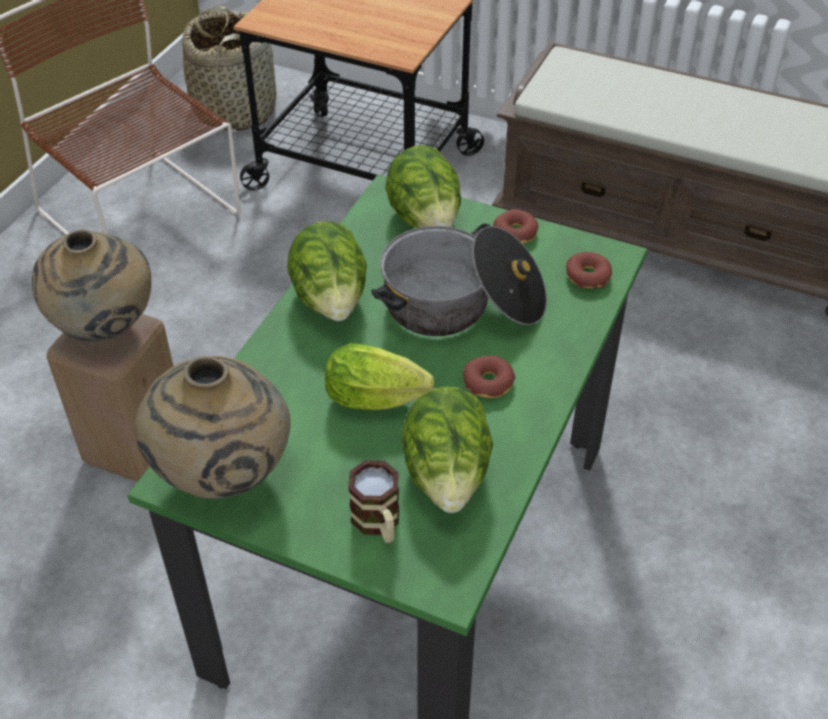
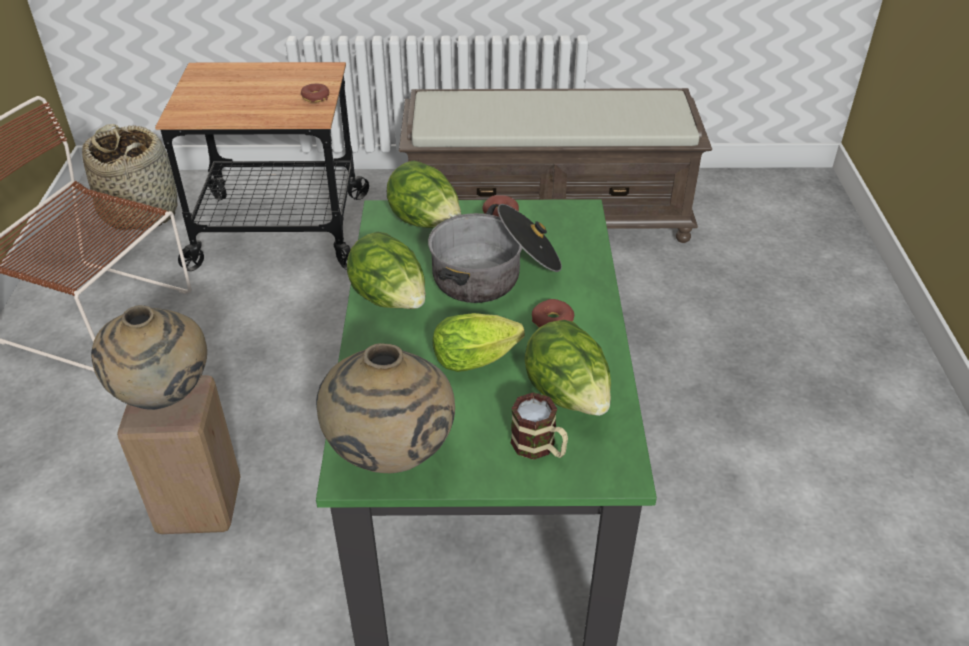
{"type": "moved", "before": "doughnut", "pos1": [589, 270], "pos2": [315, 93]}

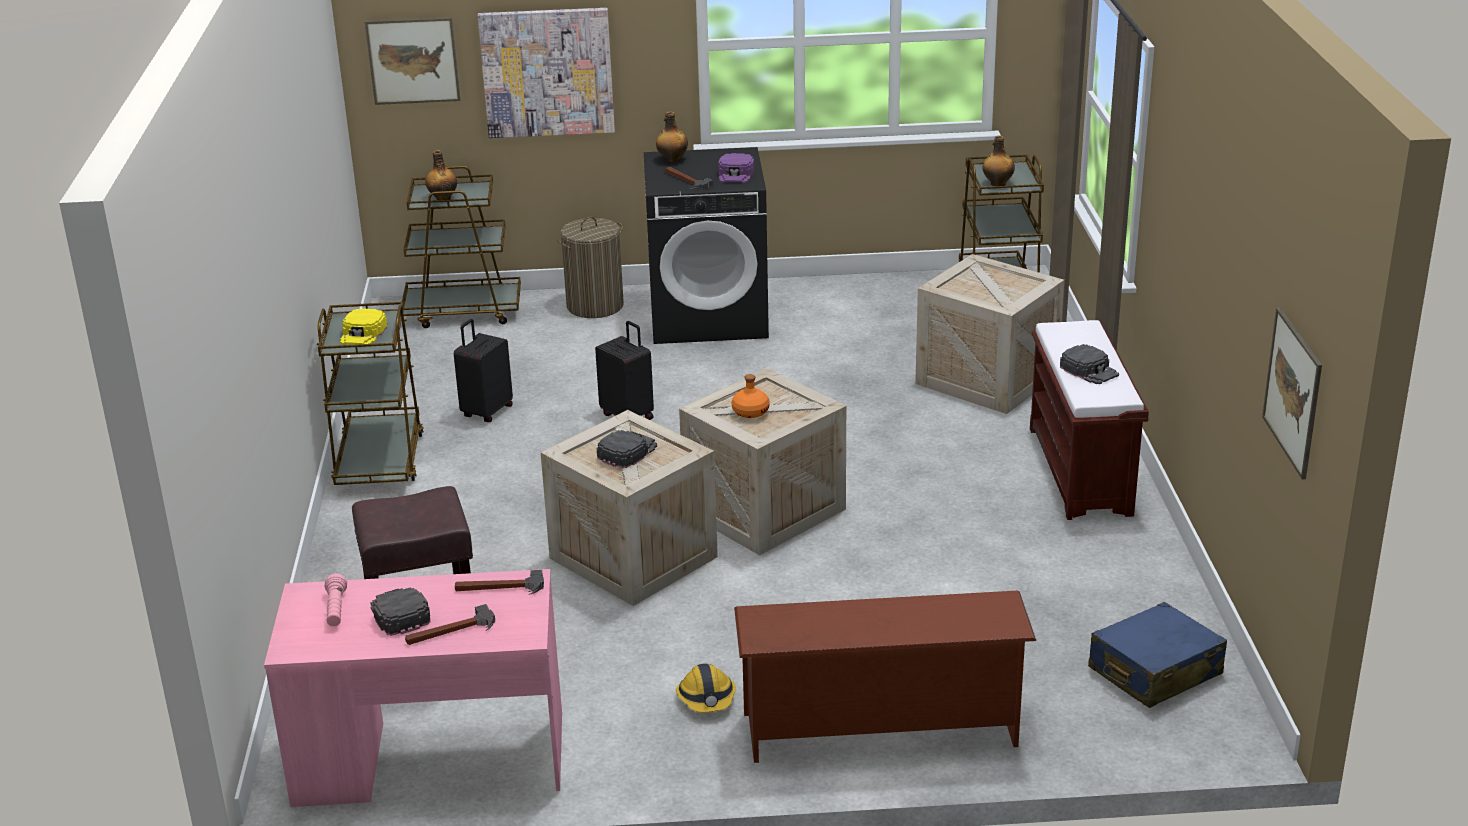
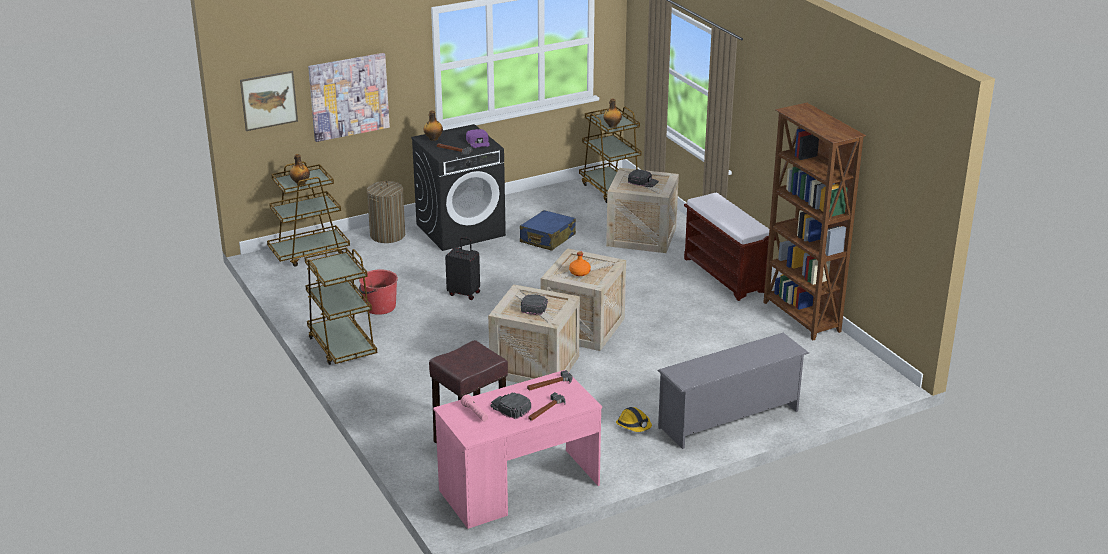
{"type": "replaced", "before": "black-coloured travel case", "after": "red pail", "pos1": [483, 370], "pos2": [378, 292]}
{"type": "moved", "before": "blue-coloured travel case", "pos1": [1157, 655], "pos2": [548, 230]}
{"type": "moved", "before": "black-coloured cap", "pos1": [1089, 364], "pos2": [643, 178]}
{"type": "recoloured", "before": "brown-coloured shoe shelf", "after": "grey shoe shelf", "pos1": [885, 677], "pos2": [733, 391]}
{"type": "added", "after": "brown-coloured bookcase", "pos2": [814, 221]}
{"type": "removed", "before": "yellow cap", "pos1": [363, 326]}
{"type": "removed", "before": "wall picture", "pos1": [1292, 393]}

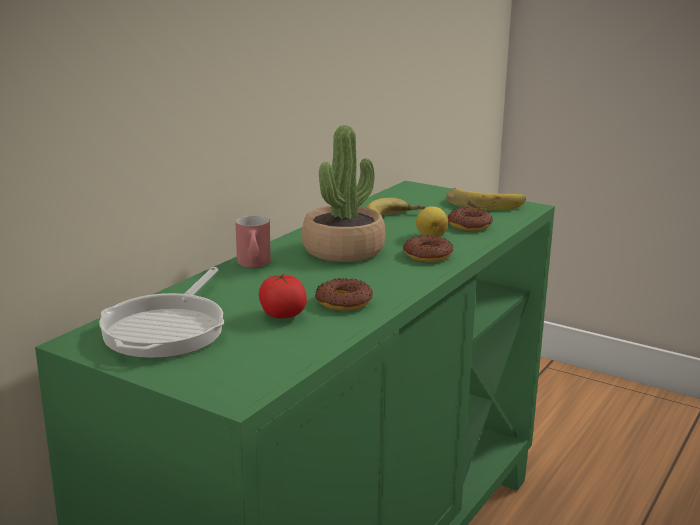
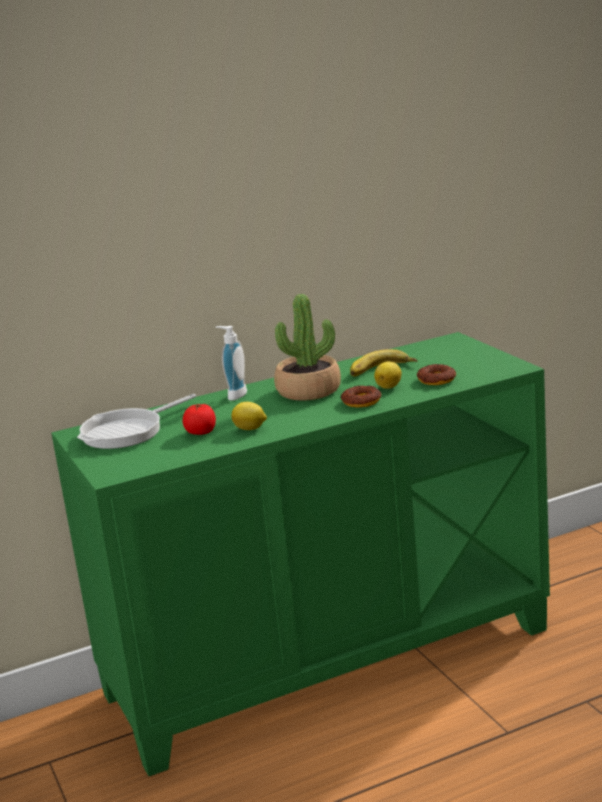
{"type": "replaced", "before": "red mug", "after": "liquid soap bottle", "pos1": [253, 241], "pos2": [231, 363]}
{"type": "replaced", "before": "doughnut", "after": "whole lemon", "pos1": [344, 294], "pos2": [249, 416]}
{"type": "removed", "before": "whole banana", "pos1": [486, 198]}

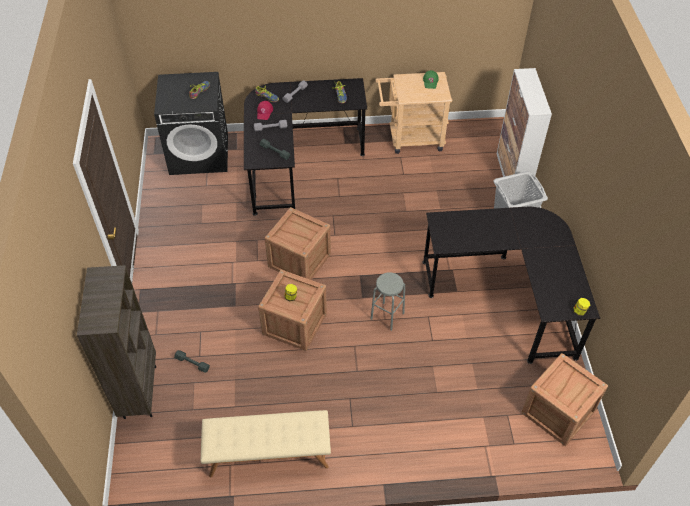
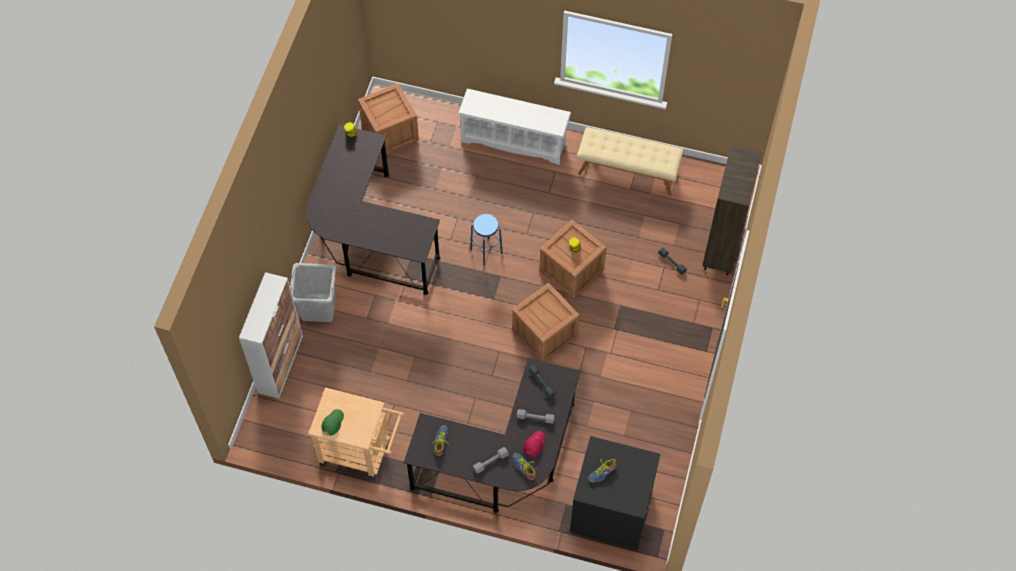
{"type": "added", "after": "white-coloured shoe shelf", "pos2": [514, 127]}
{"type": "recoloured", "before": "grey stool", "after": "blue-coloured stool", "pos1": [388, 301], "pos2": [486, 240]}

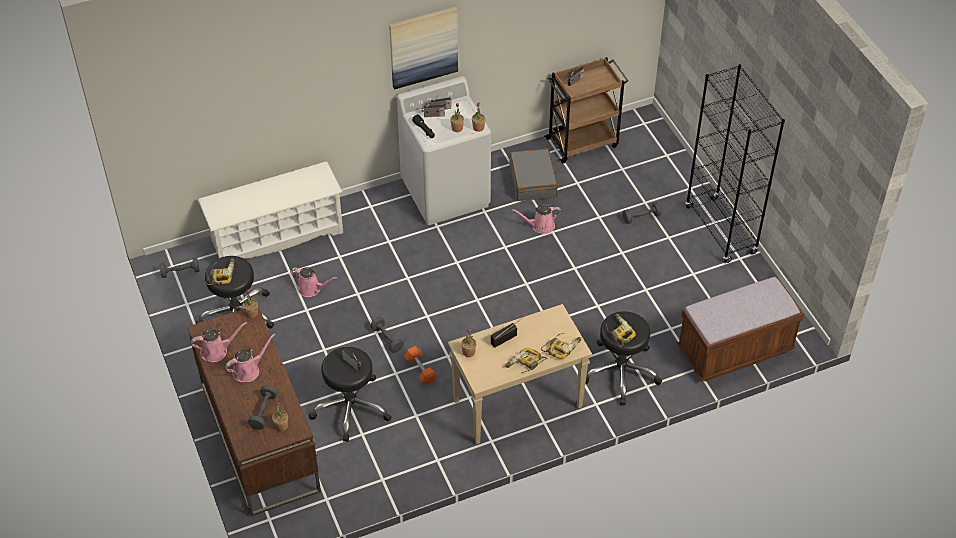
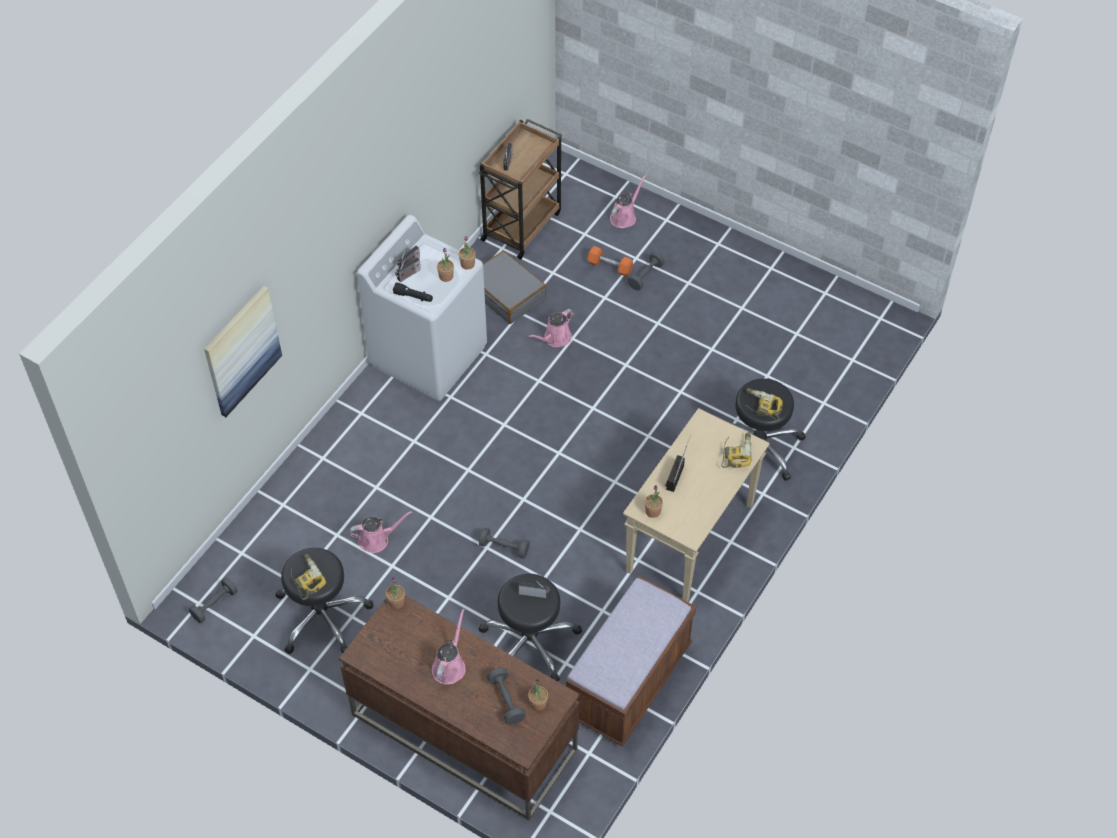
{"type": "moved", "before": "wall picture", "pos1": [423, 48], "pos2": [243, 351]}
{"type": "moved", "before": "brown-coloured indoor bench", "pos1": [740, 329], "pos2": [631, 661]}
{"type": "moved", "before": "orange-coloured hand weight", "pos1": [420, 365], "pos2": [610, 261]}
{"type": "moved", "before": "pink-coloured watering pot", "pos1": [219, 342], "pos2": [628, 201]}
{"type": "removed", "before": "white-coloured shoe shelf", "pos1": [270, 210]}
{"type": "removed", "before": "electric drill", "pos1": [526, 361]}
{"type": "removed", "before": "black-coloured bookcase", "pos1": [735, 163]}

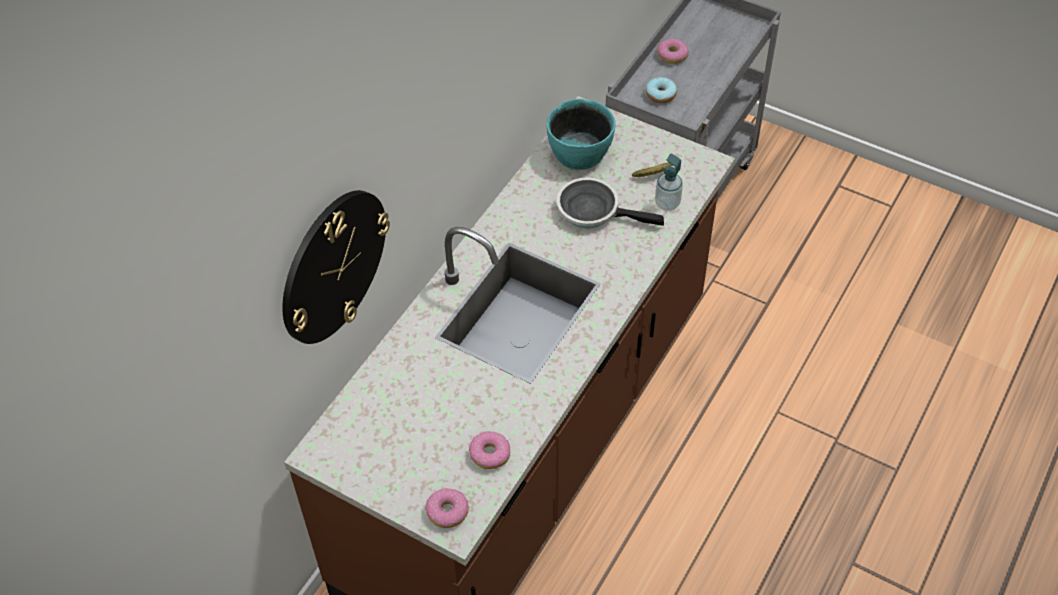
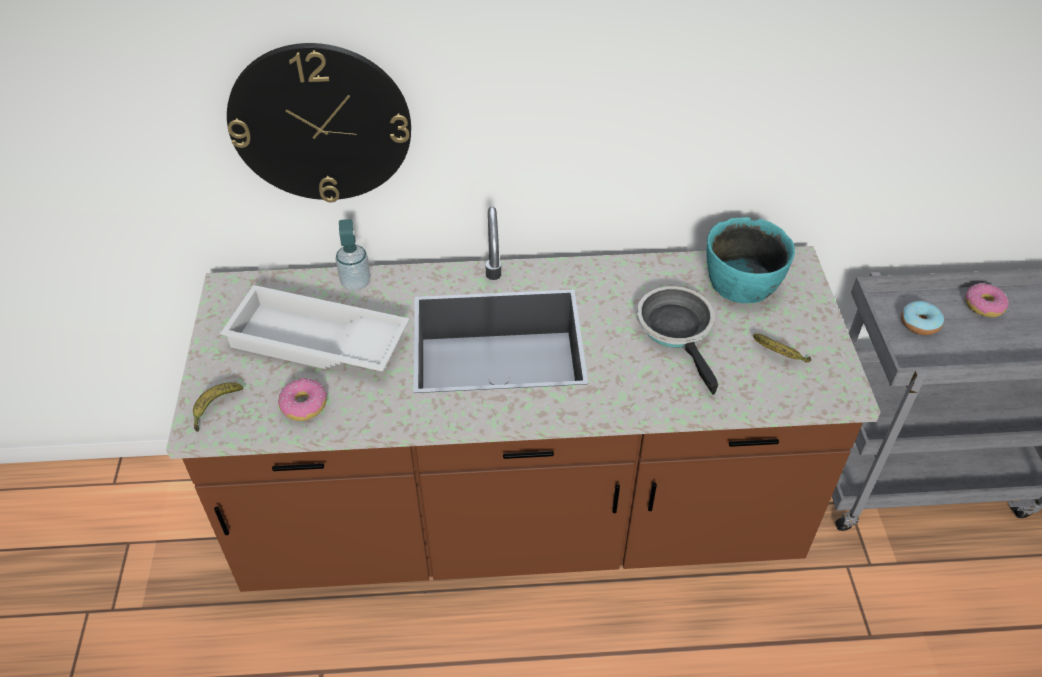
{"type": "replaced", "before": "doughnut", "after": "whole banana", "pos1": [447, 508], "pos2": [218, 407]}
{"type": "added", "after": "white-coloured tray", "pos2": [315, 328]}
{"type": "moved", "before": "liquid soap bottle", "pos1": [669, 182], "pos2": [353, 255]}

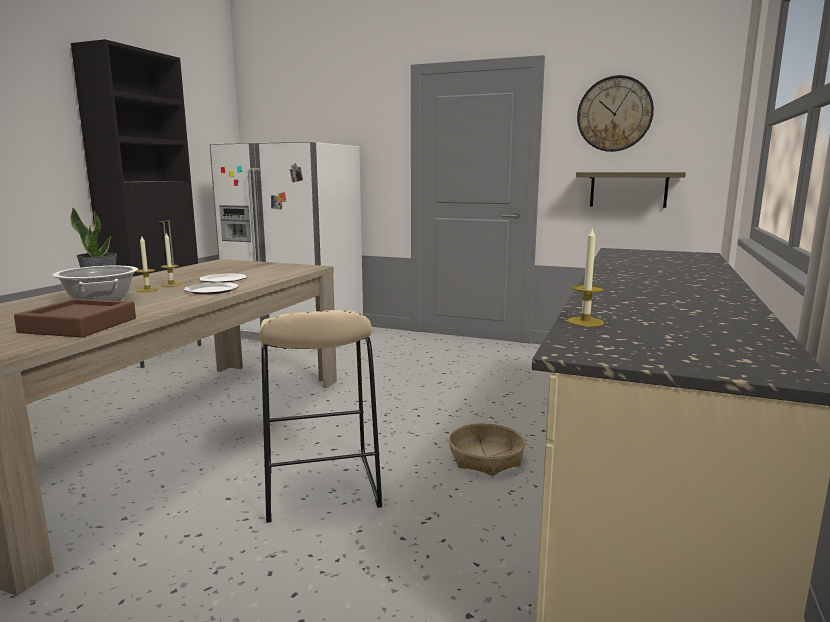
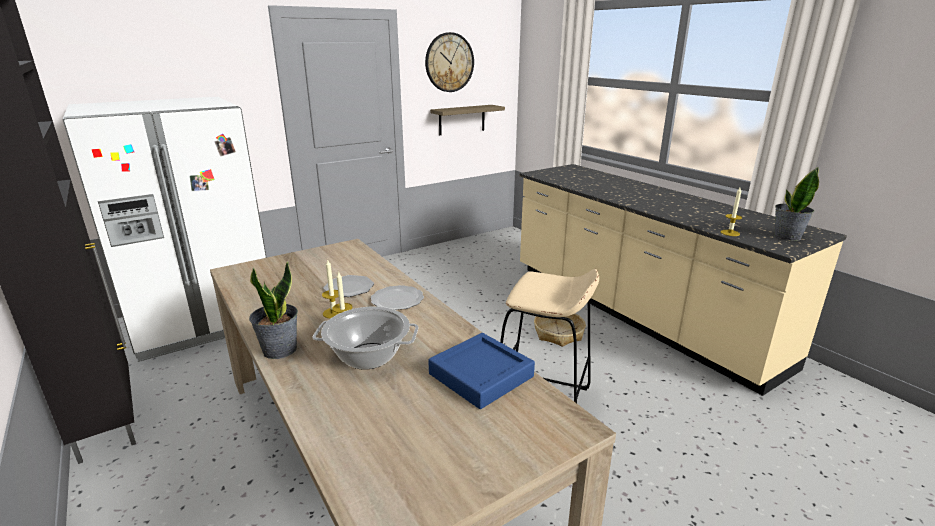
{"type": "recoloured", "before": "brown-coloured tray", "after": "blue-coloured tray", "pos1": [75, 318], "pos2": [481, 371]}
{"type": "added", "after": "potted plant", "pos2": [796, 203]}

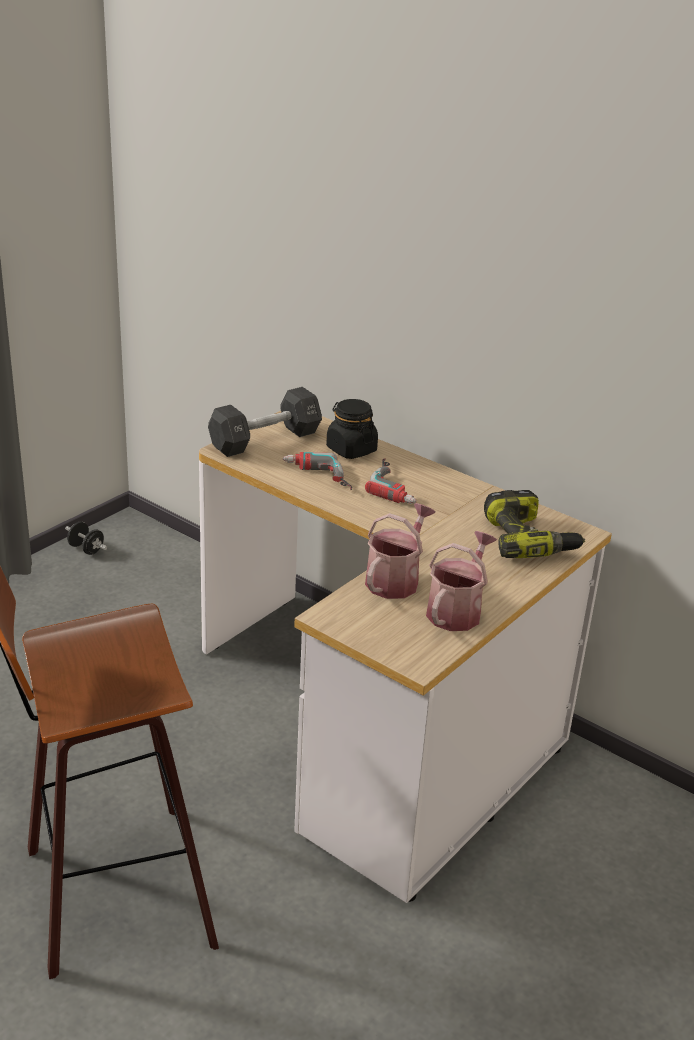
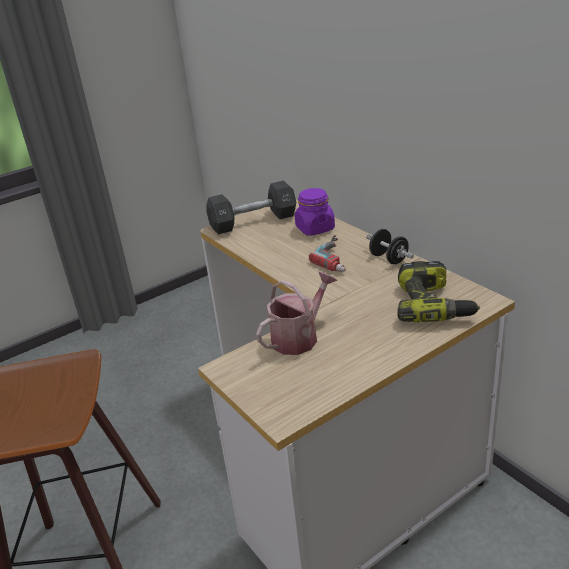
{"type": "recoloured", "before": "black-coloured preserve jar", "after": "purple-coloured preserve jar", "pos1": [352, 429], "pos2": [315, 212]}
{"type": "moved", "before": "black-coloured hand weight", "pos1": [86, 538], "pos2": [390, 246]}
{"type": "removed", "before": "electric drill", "pos1": [317, 471]}
{"type": "removed", "before": "watering pot", "pos1": [461, 581]}

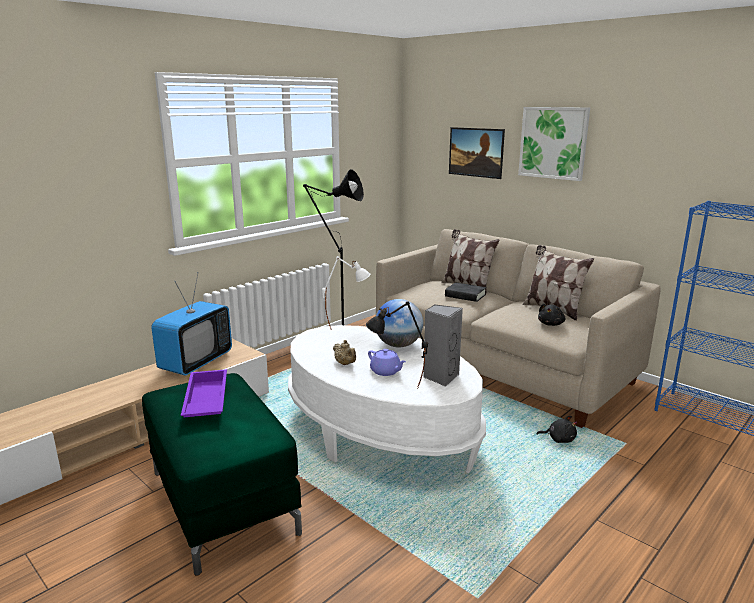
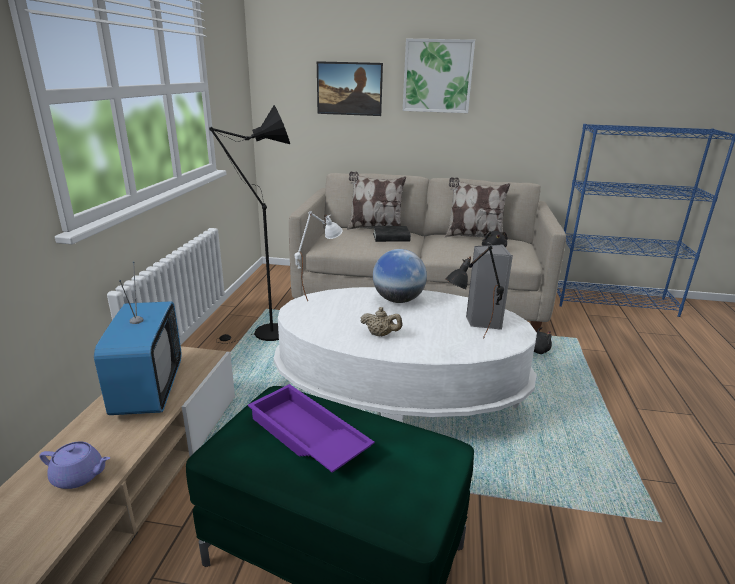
{"type": "moved", "before": "purple-coloured pot for tea", "pos1": [387, 362], "pos2": [74, 465]}

